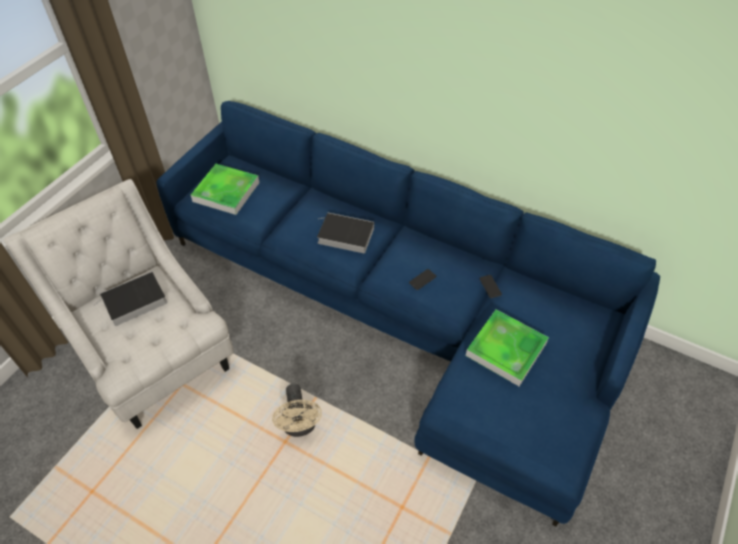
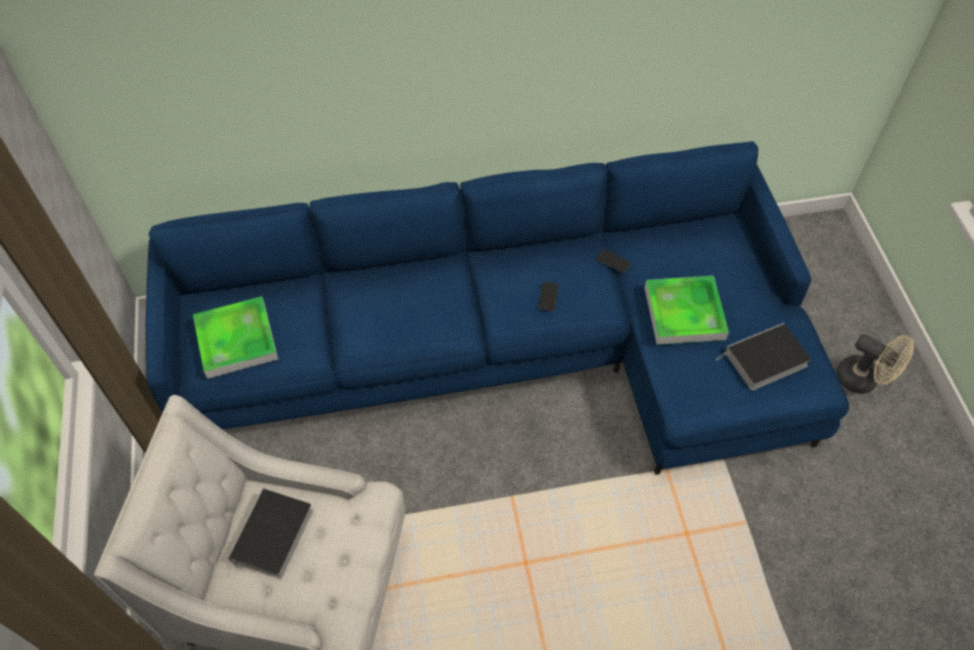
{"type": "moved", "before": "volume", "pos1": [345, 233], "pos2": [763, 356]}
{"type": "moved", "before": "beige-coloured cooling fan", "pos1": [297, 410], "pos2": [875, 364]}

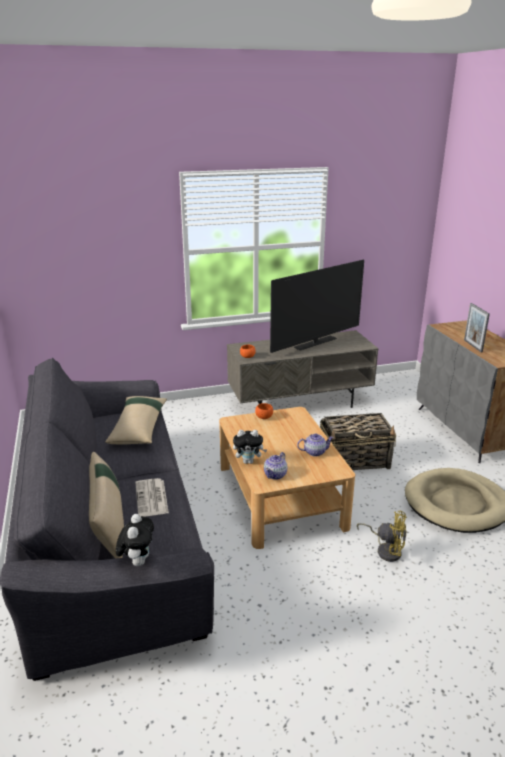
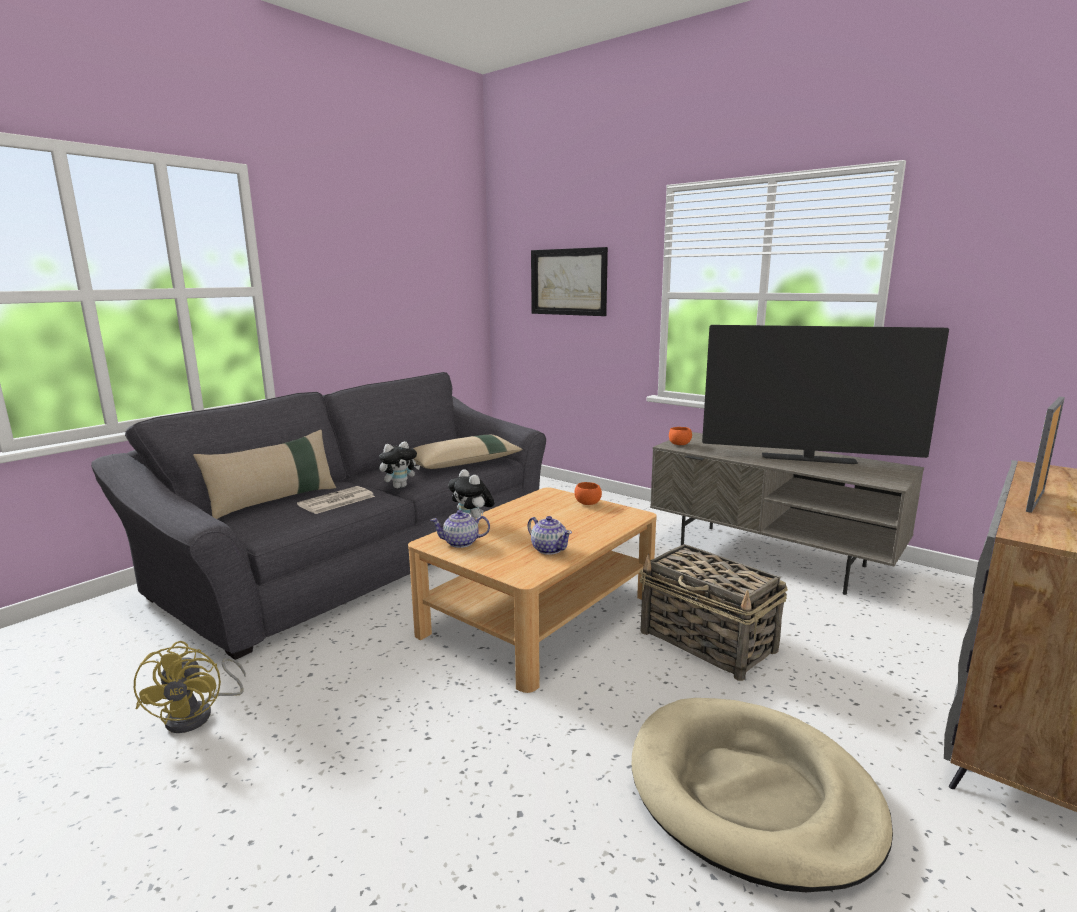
{"type": "moved", "before": "yellow cooling fan", "pos1": [382, 536], "pos2": [190, 687]}
{"type": "moved", "before": "cuddly toy", "pos1": [135, 540], "pos2": [399, 465]}
{"type": "added", "after": "wall picture", "pos2": [569, 281]}

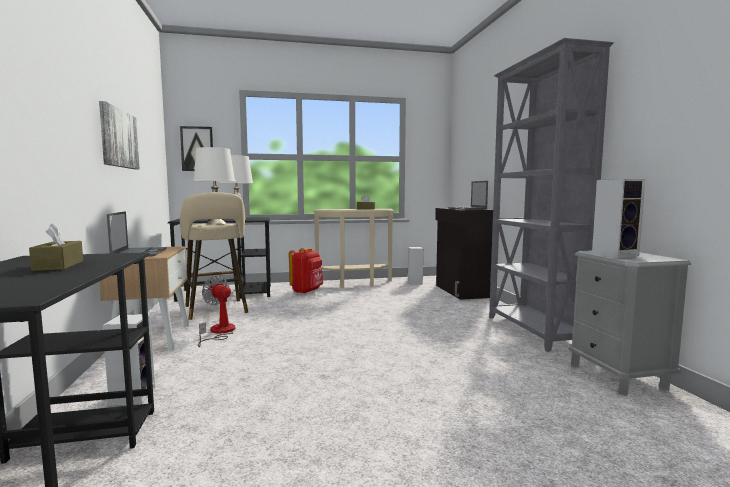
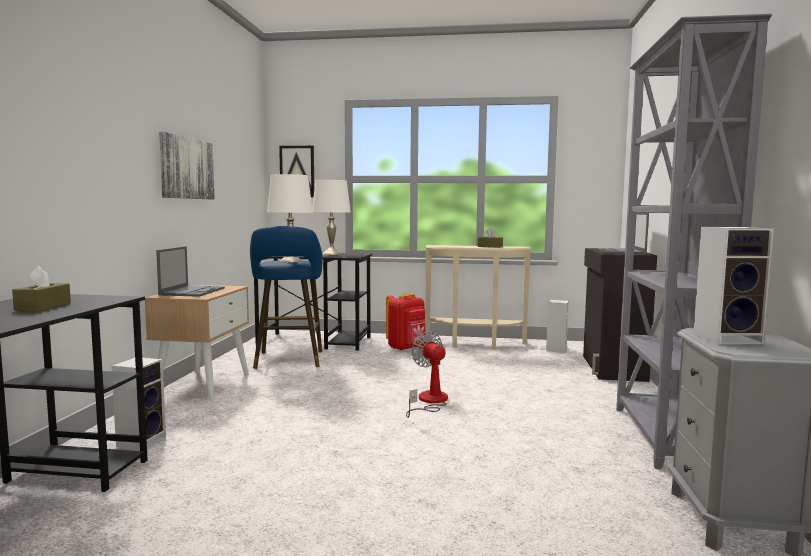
{"type": "recoloured", "before": "beige-coloured stool", "after": "blue-coloured stool", "pos1": [214, 256], "pos2": [286, 297]}
{"type": "moved", "before": "cooling fan", "pos1": [216, 311], "pos2": [427, 374]}

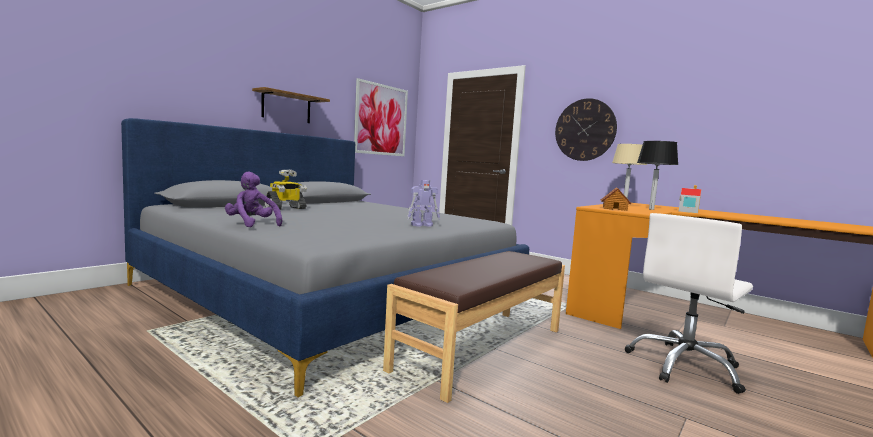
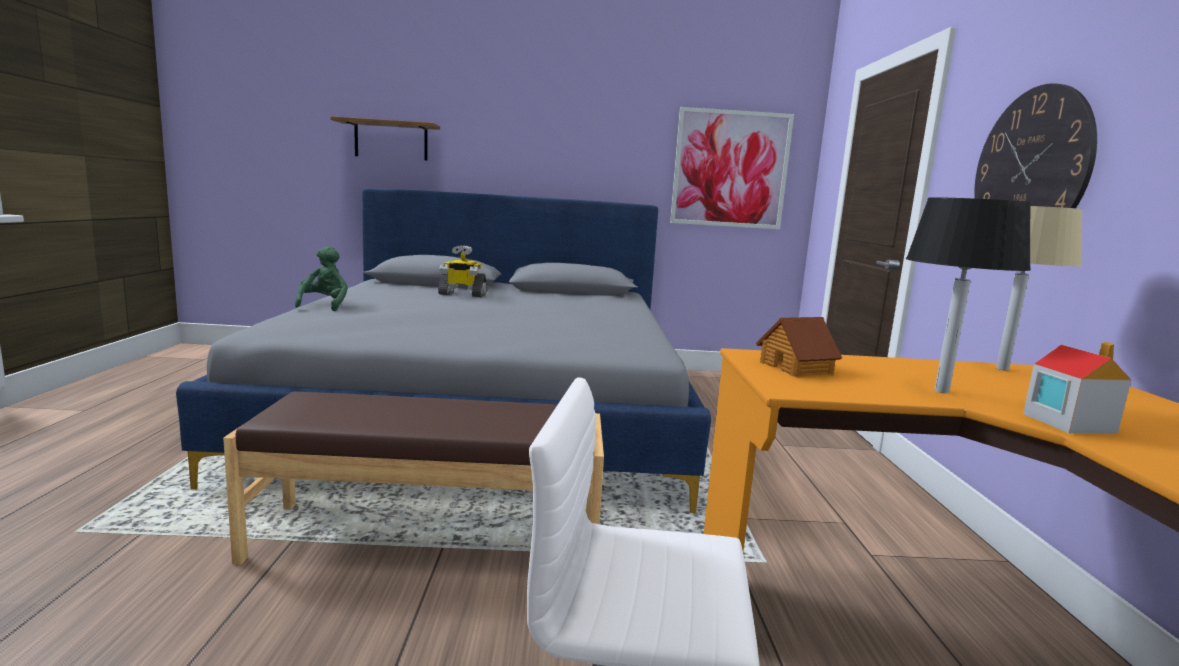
{"type": "recoloured", "before": "purple-coloured cuddly toy", "after": "green-coloured cuddly toy", "pos1": [253, 199], "pos2": [321, 278]}
{"type": "moved", "before": "wall shelf", "pos1": [291, 105], "pos2": [385, 138]}
{"type": "removed", "before": "robot figure", "pos1": [423, 203]}

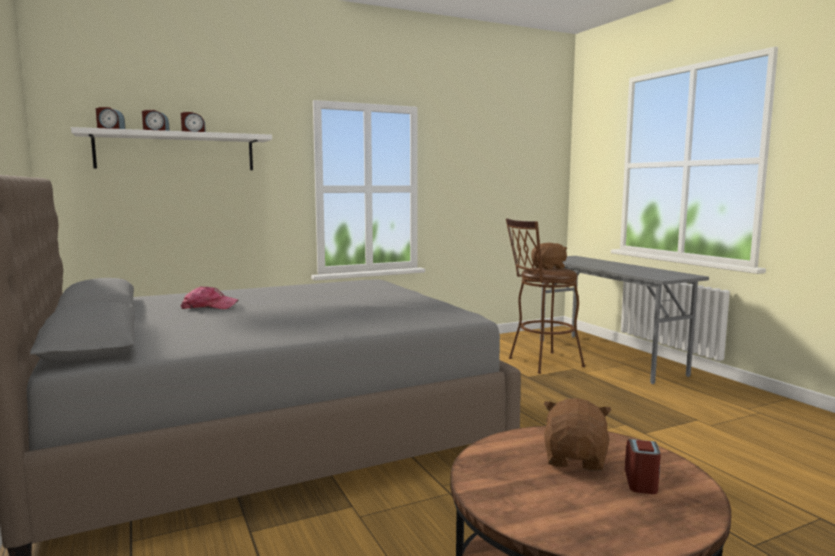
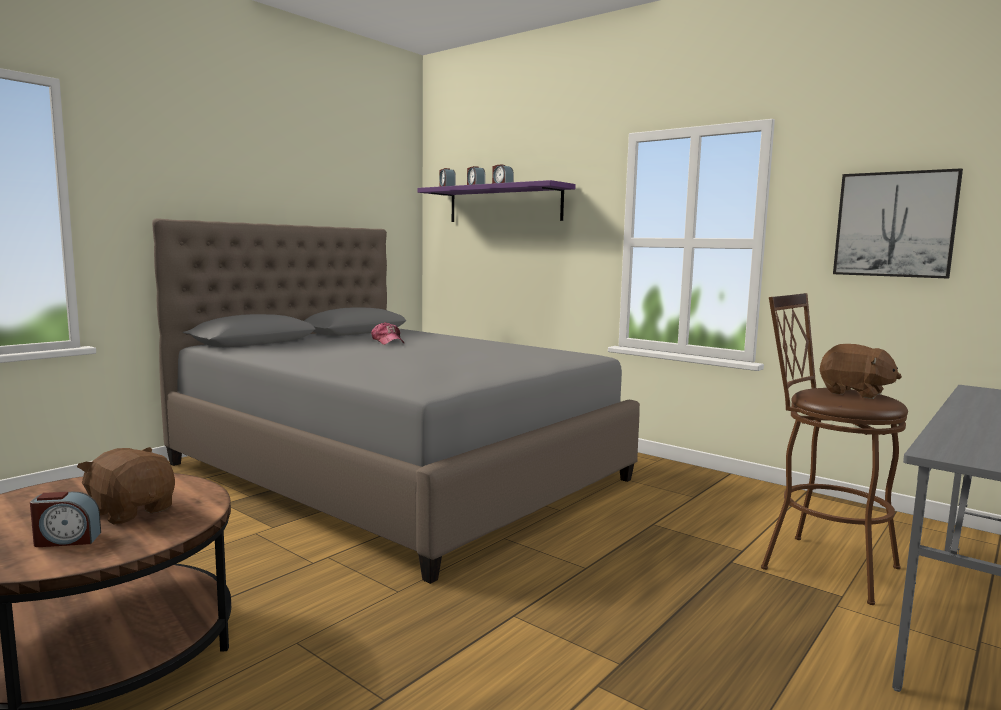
{"type": "turned", "before": "brown-coloured cuddly toy", "pos1": [577, 434], "pos2": [126, 486], "turn": -135}
{"type": "recoloured", "before": "white-coloured wall shelf", "after": "purple-coloured wall shelf", "pos1": [171, 148], "pos2": [497, 201]}
{"type": "added", "after": "wall picture", "pos2": [898, 223]}

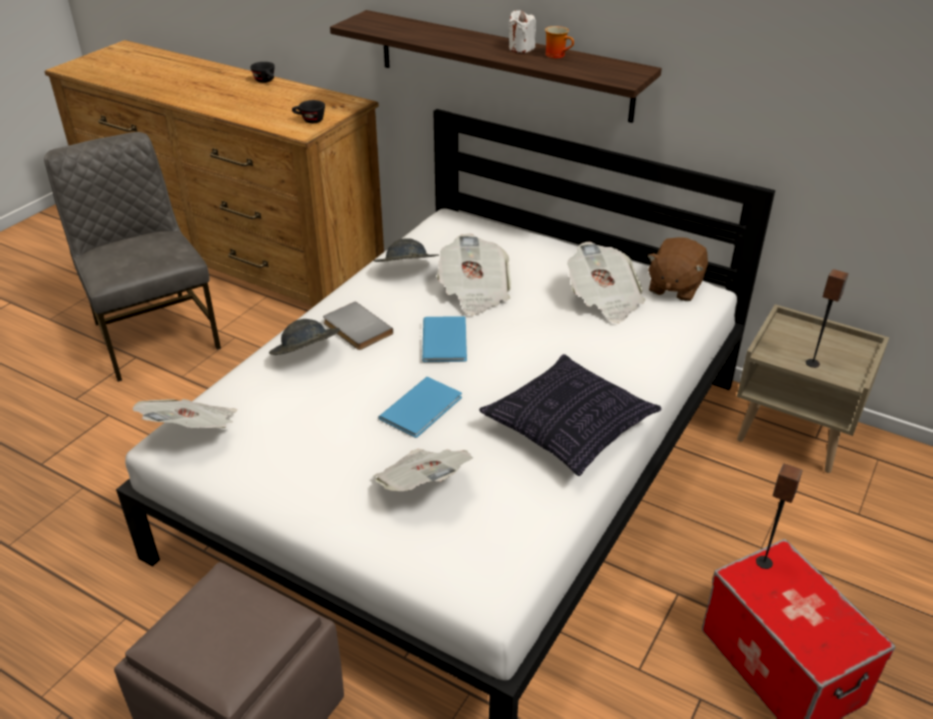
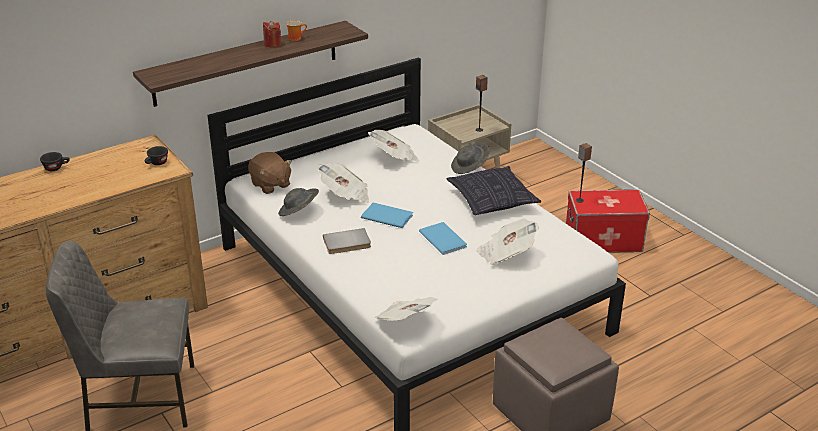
{"type": "moved", "before": "brown-coloured cuddly toy", "pos1": [677, 269], "pos2": [270, 173]}
{"type": "recoloured", "before": "white-coloured wax light", "after": "red wax light", "pos1": [522, 31], "pos2": [272, 34]}
{"type": "moved", "before": "grey hat", "pos1": [304, 337], "pos2": [470, 158]}

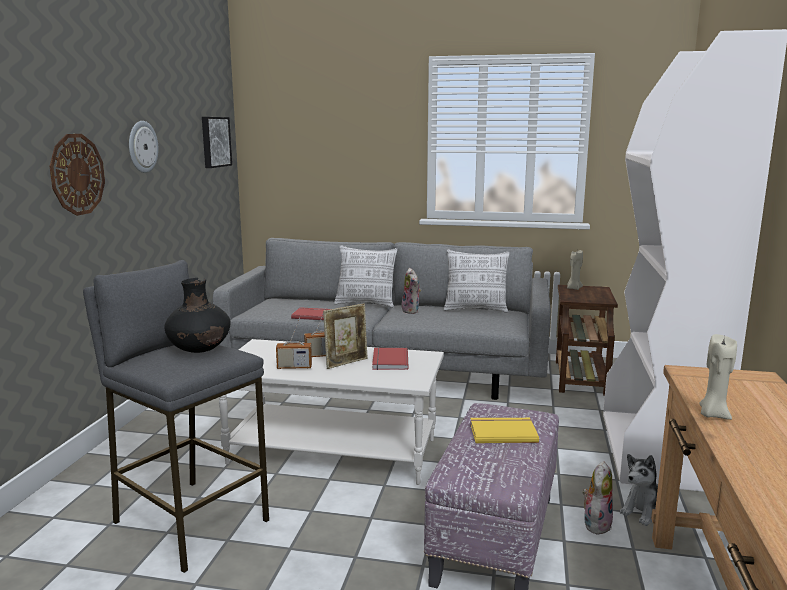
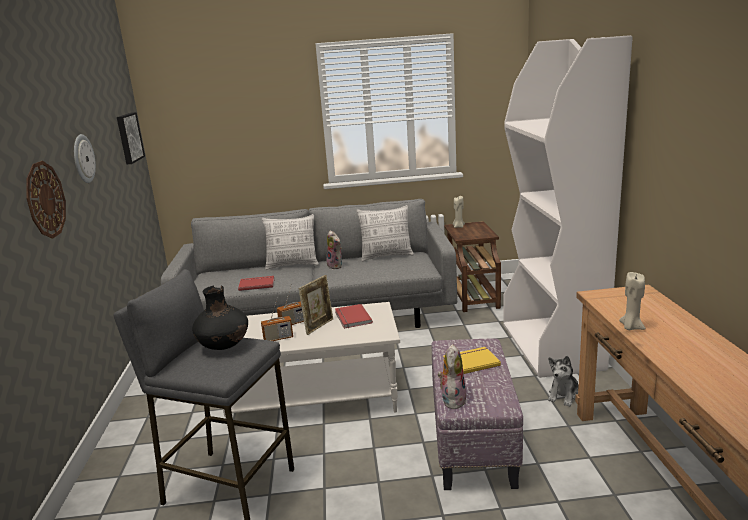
{"type": "moved", "before": "cuddly toy", "pos1": [597, 497], "pos2": [452, 376]}

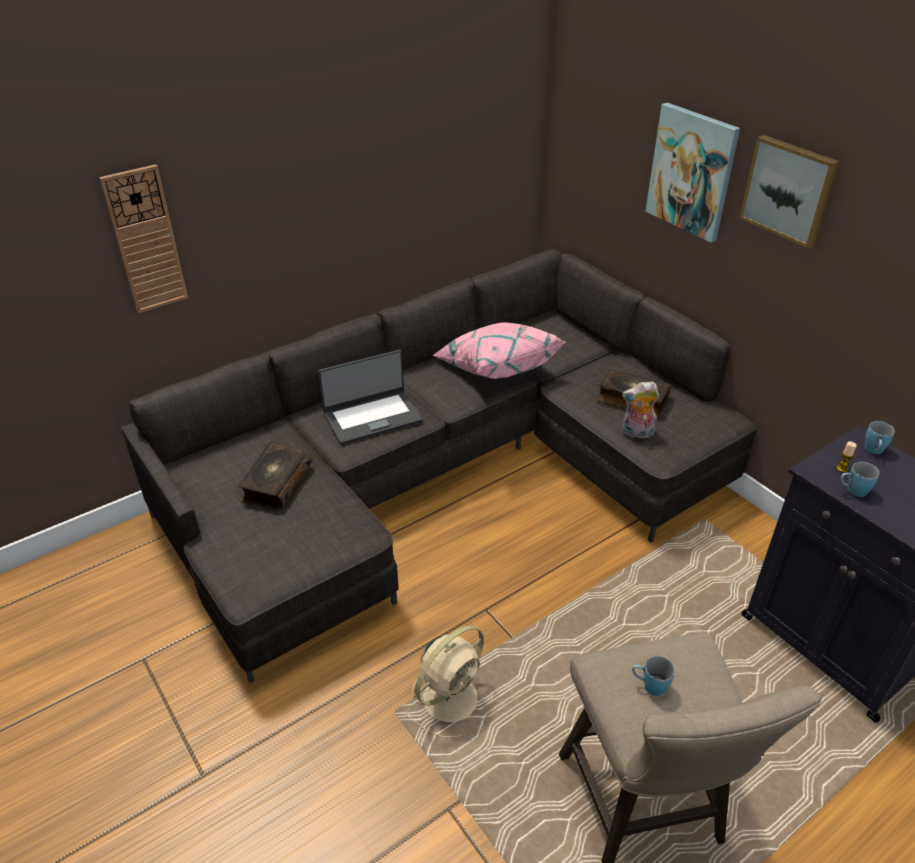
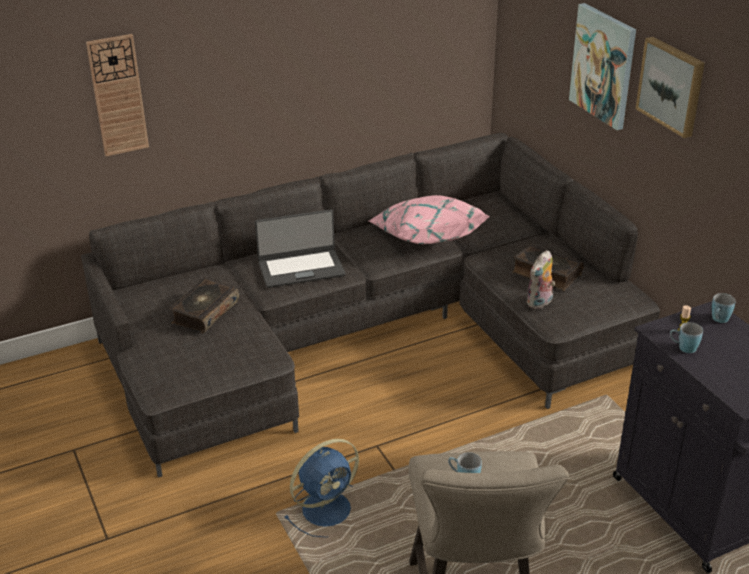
{"type": "recoloured", "before": "beige-coloured cooling fan", "after": "blue-coloured cooling fan", "pos1": [445, 681], "pos2": [321, 488]}
{"type": "turned", "before": "cuddly toy", "pos1": [640, 410], "pos2": [540, 279], "turn": -60}

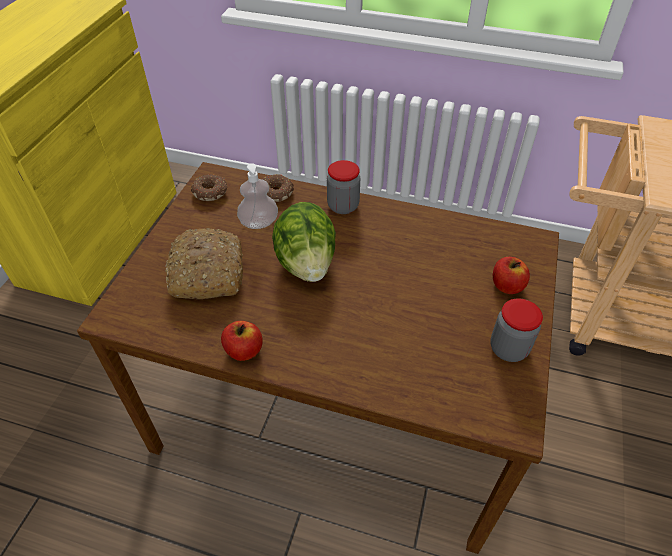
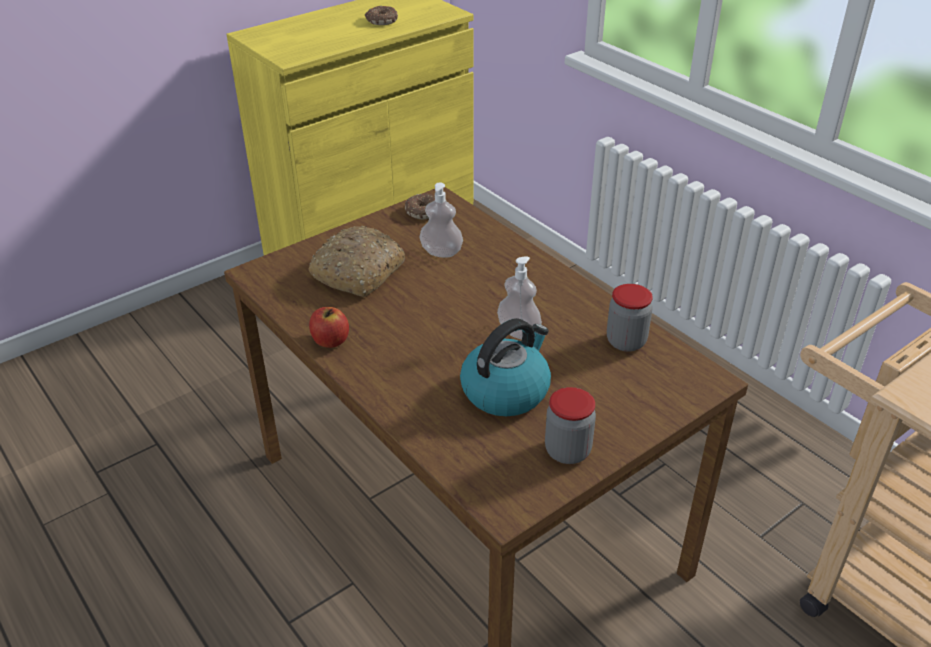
{"type": "moved", "before": "doughnut", "pos1": [278, 188], "pos2": [381, 15]}
{"type": "added", "after": "tea kettle", "pos2": [505, 367]}
{"type": "added", "after": "liquid soap bottle", "pos2": [519, 297]}
{"type": "moved", "before": "preserve jar", "pos1": [343, 187], "pos2": [630, 318]}
{"type": "removed", "before": "head of lettuce", "pos1": [304, 242]}
{"type": "removed", "before": "whole apple", "pos1": [511, 275]}

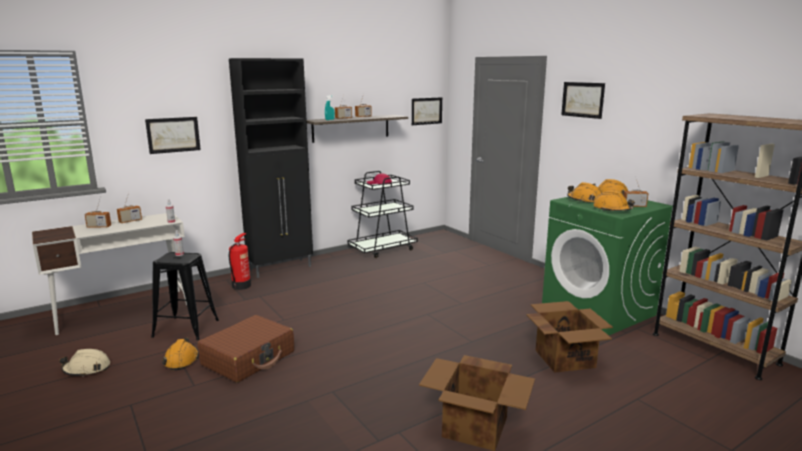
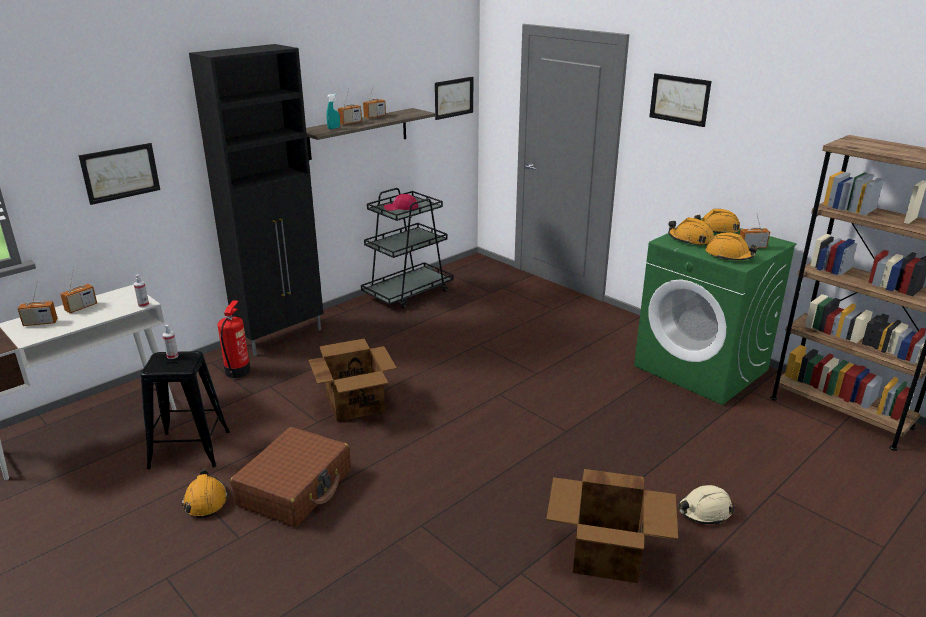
{"type": "moved", "before": "packing box", "pos1": [569, 337], "pos2": [353, 380]}
{"type": "moved", "before": "beige-coloured safety helmet", "pos1": [84, 363], "pos2": [706, 504]}

